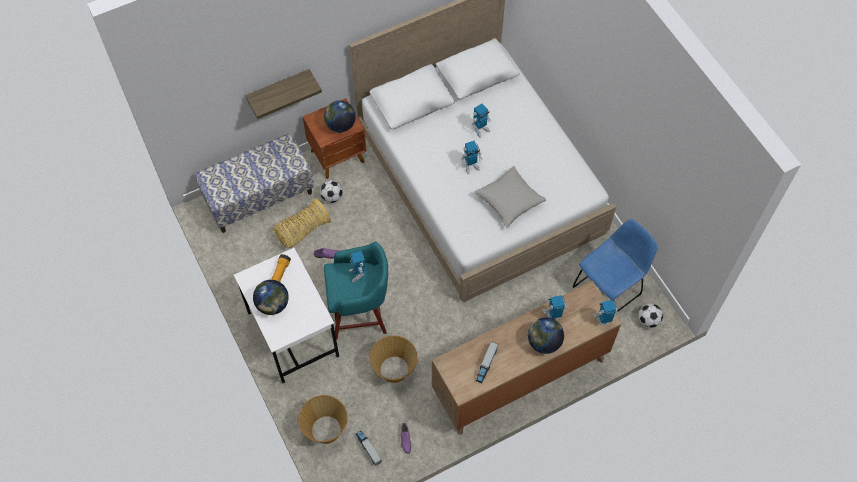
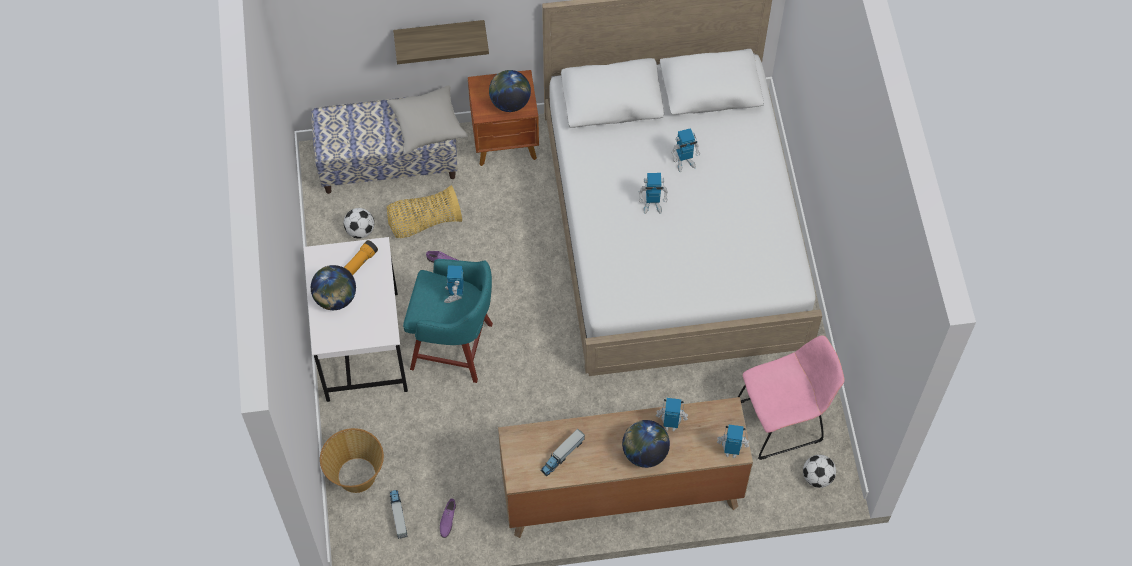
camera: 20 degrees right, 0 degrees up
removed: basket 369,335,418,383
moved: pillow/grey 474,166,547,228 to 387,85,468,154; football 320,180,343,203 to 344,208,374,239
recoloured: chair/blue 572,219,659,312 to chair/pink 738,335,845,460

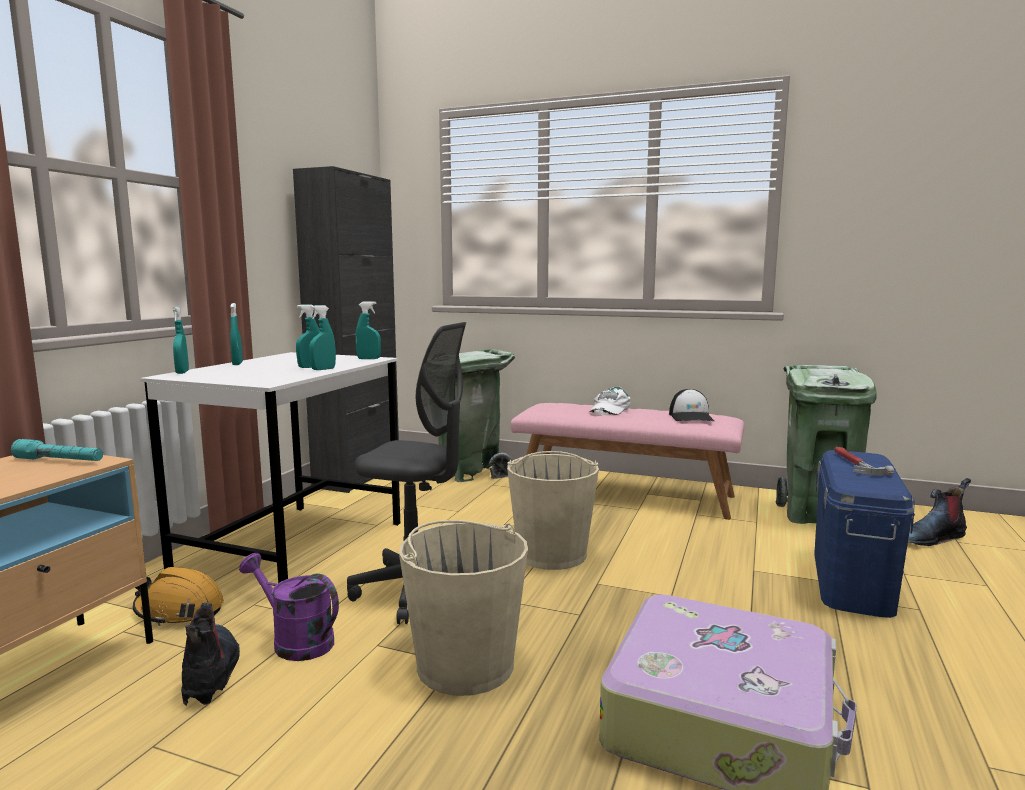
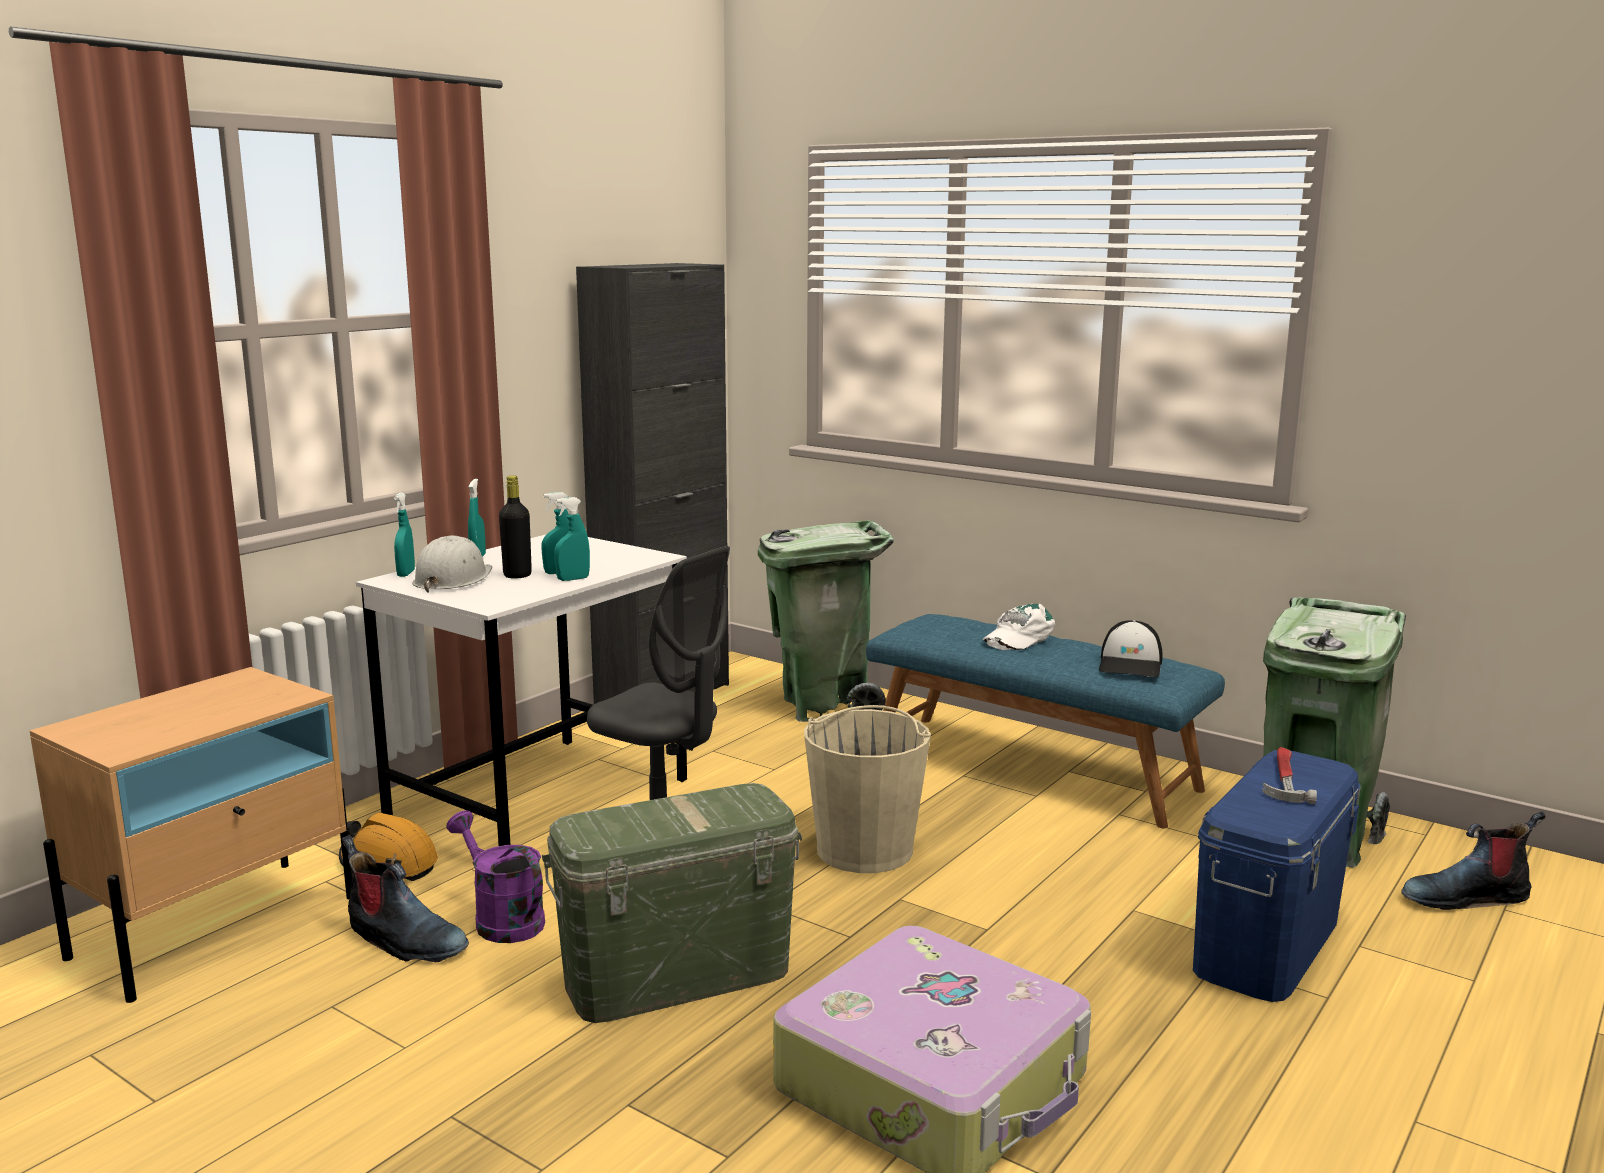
camera: 15 degrees right, 5 degrees up
removed: spray bottle/turquoise 355,301,381,359; flashlight/turquoise 11,439,103,461
added: bottle/black 499,475,532,579; hard hat/white 412,535,492,593
replaced: bucket/beige 399,520,528,696 to storage box/green 542,783,802,1023
recoloured: bench/pink 511,403,744,520 to bench/blue 866,614,1225,828
turned: boot 181,603,240,705 = 342,835,469,962 120 degrees clockwise

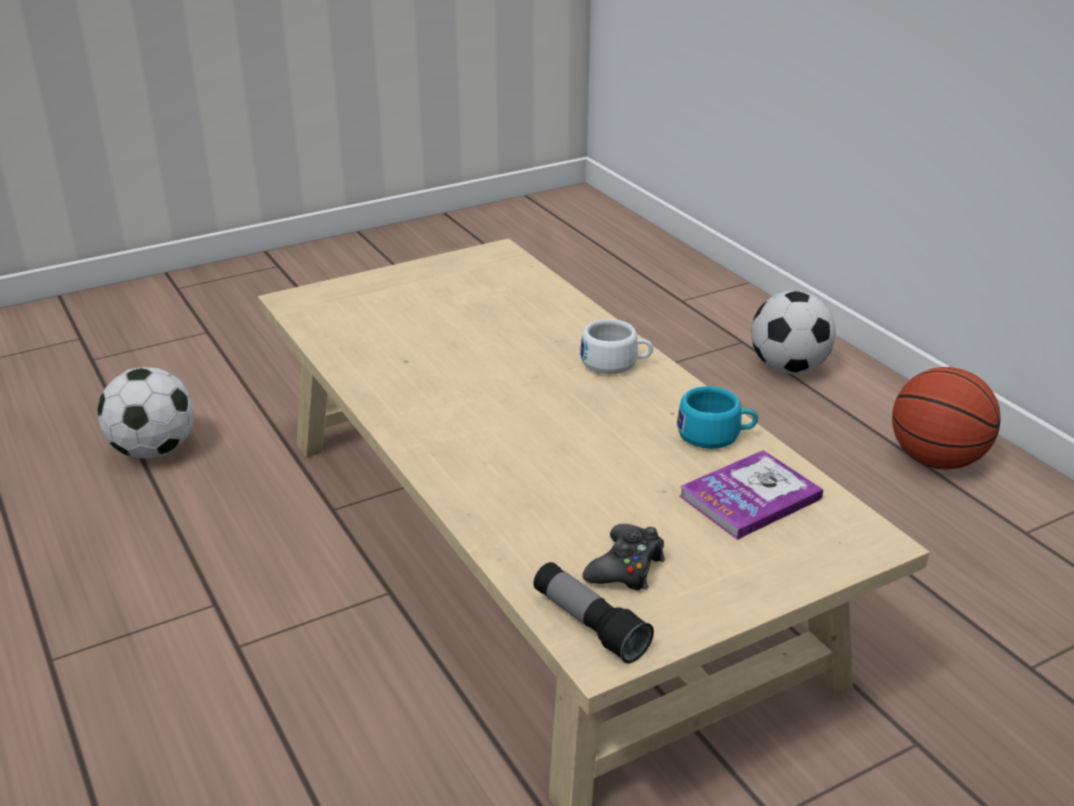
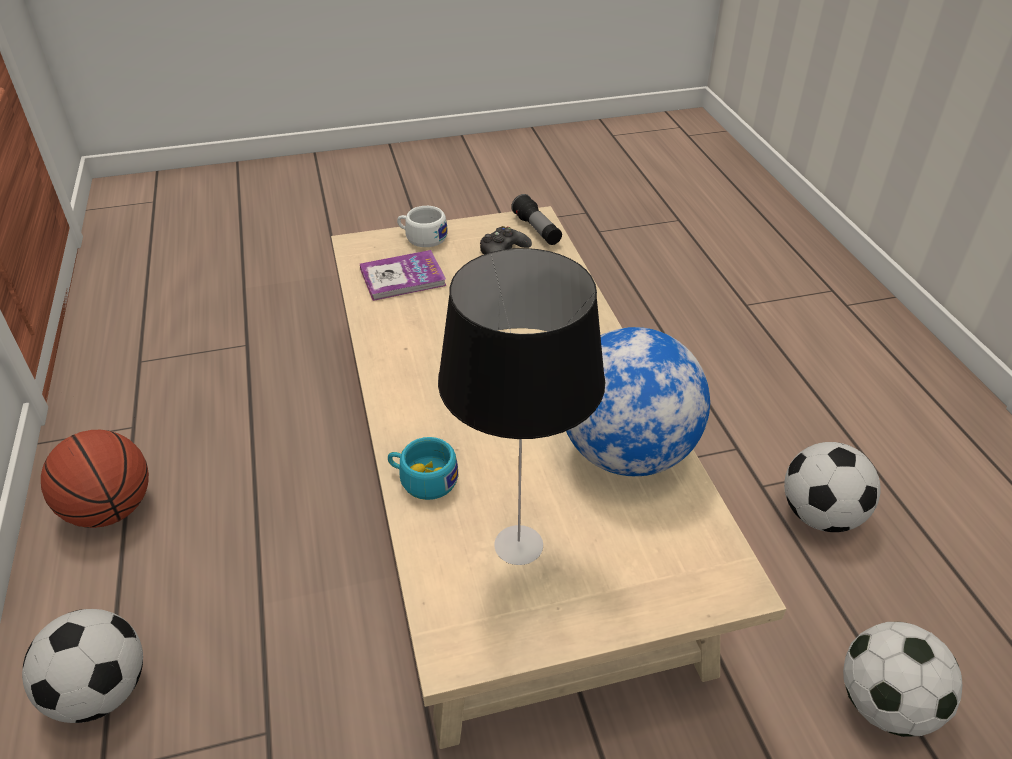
camera: 165 degrees left, 10 degrees up
added: table lamp 438,248,605,565; globe 566,327,710,476; football 784,442,881,532
moved: cup/white 580,319,653,374 to 397,206,448,247; cup/turquoise 677,386,758,449 to 388,437,458,500

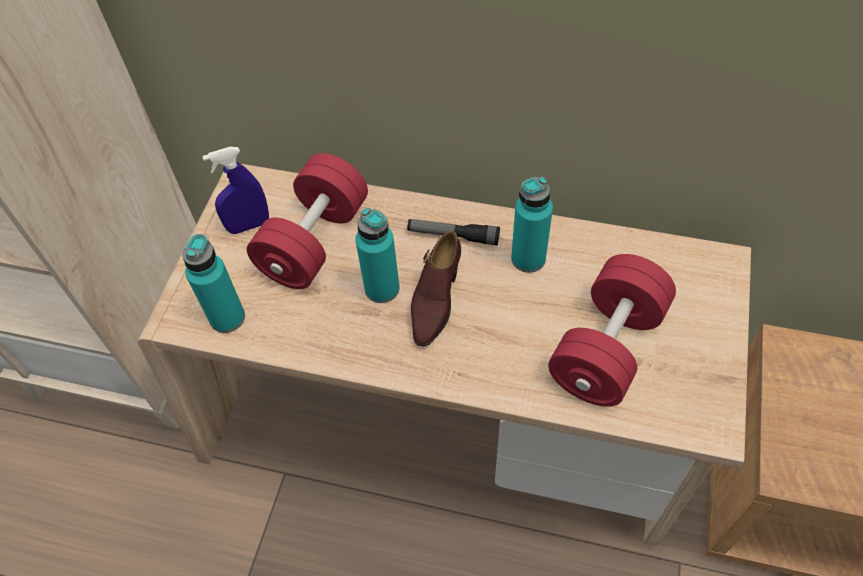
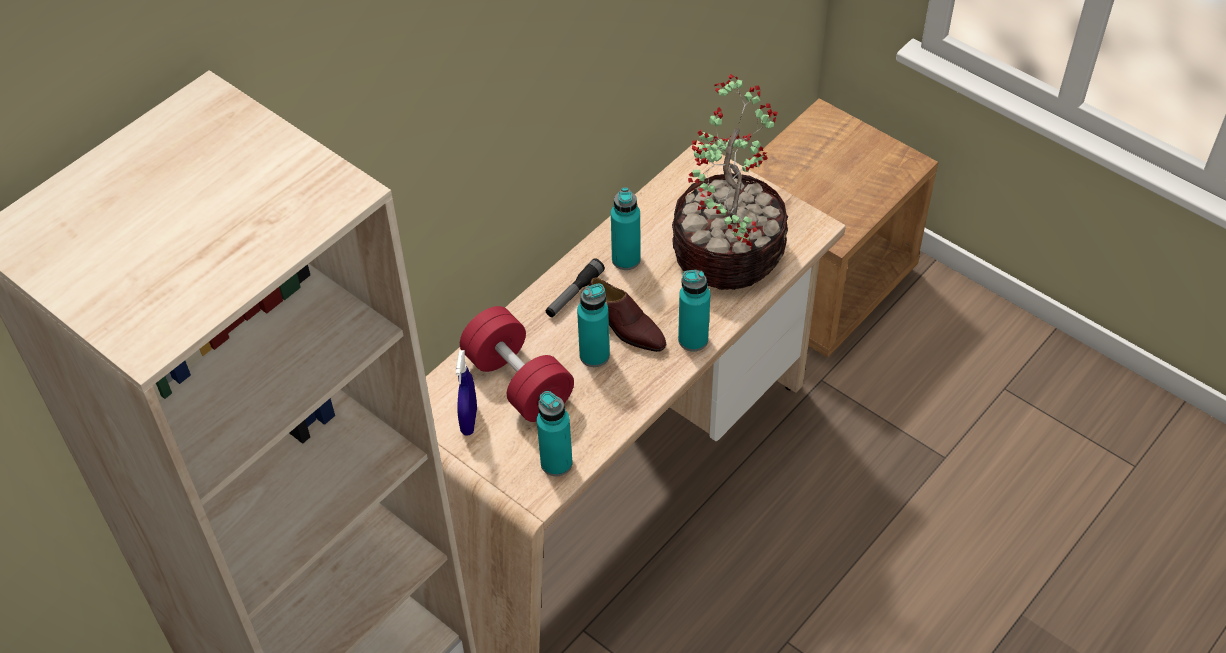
camera: 65 degrees left, 5 degrees down
added: bottle/turquoise 678,270,711,351
replaced: dumbbell/red 548,254,676,407 to potted plant 672,74,788,290

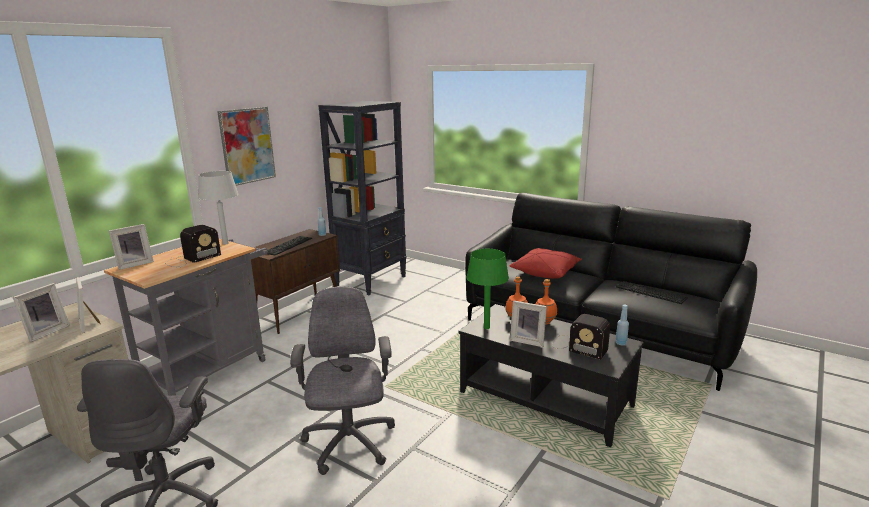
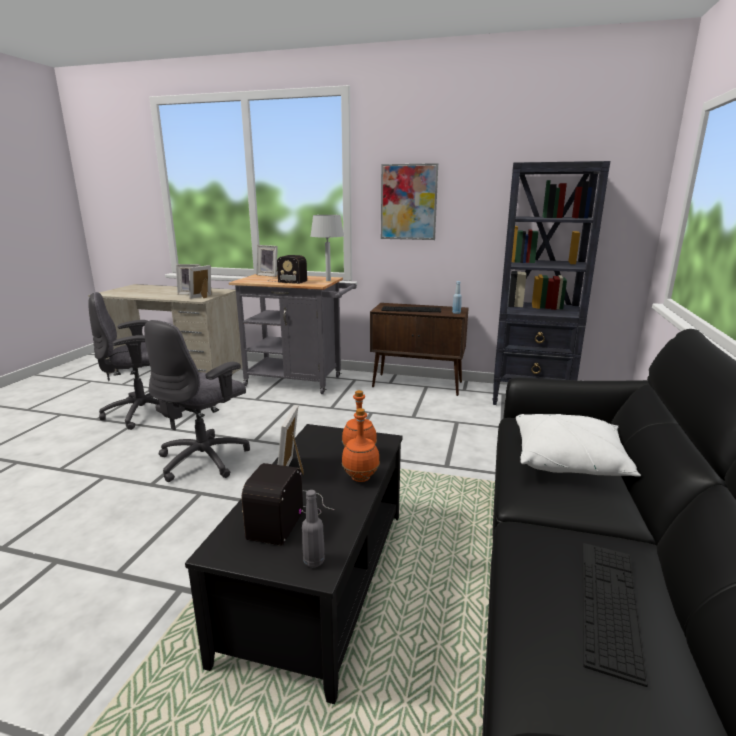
camera: 70 degrees right, 0 degrees up
removed: table lamp/green 466,249,509,329
recoloured: pillow/red 510,248,582,279 to pillow/white 516,414,641,477; bottle/blue 615,305,629,346 to bottle/grey 302,490,325,567
turned: office chair/grey 290,286,395,475 = 144,320,250,482 150 degrees clockwise

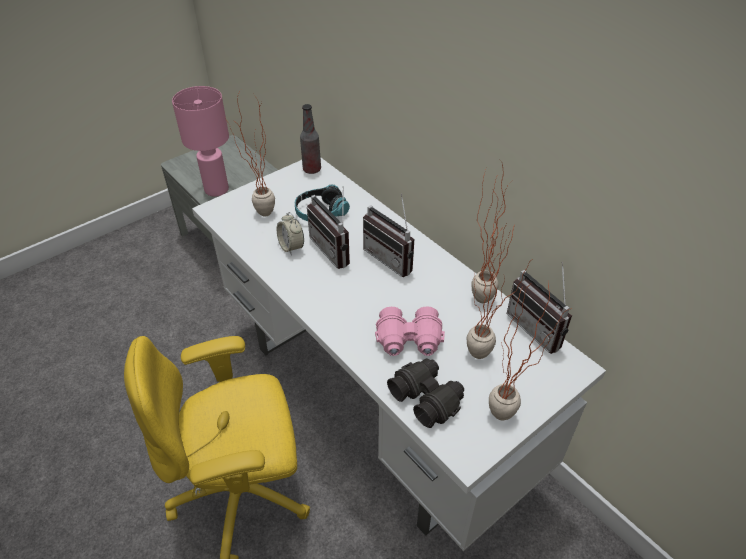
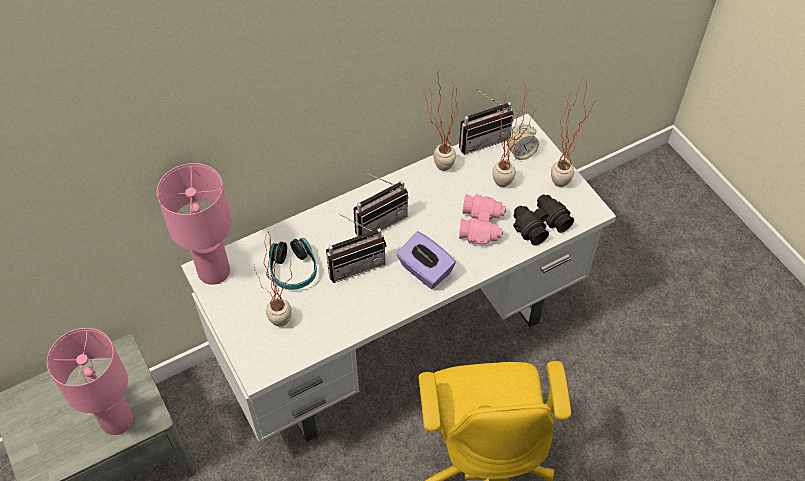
camera: 80 degrees left, 10 degrees up
added: tissue box/purple 396,231,456,289
moved: alarm clock 277,212,304,255 to 507,125,539,160
replaced: bottle 300,104,321,174 to table lamp/pink 157,163,232,285

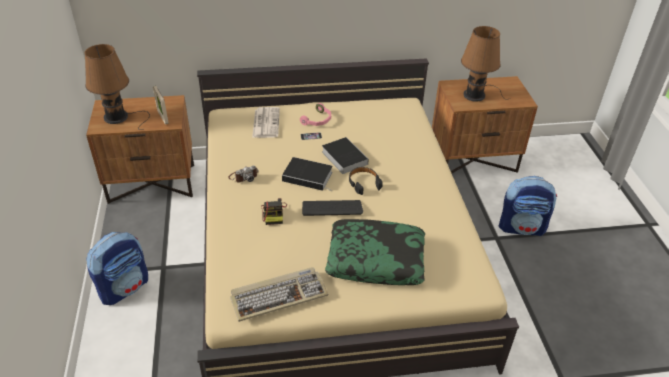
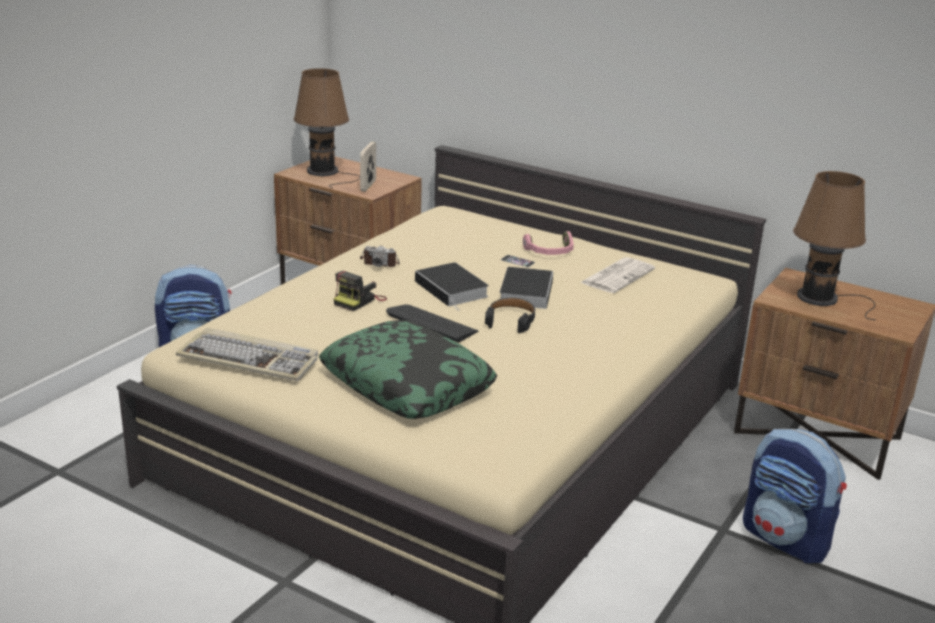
camera: 40 degrees right, 15 degrees down
moved: newspaper 252,107,280,138 to 580,257,655,293

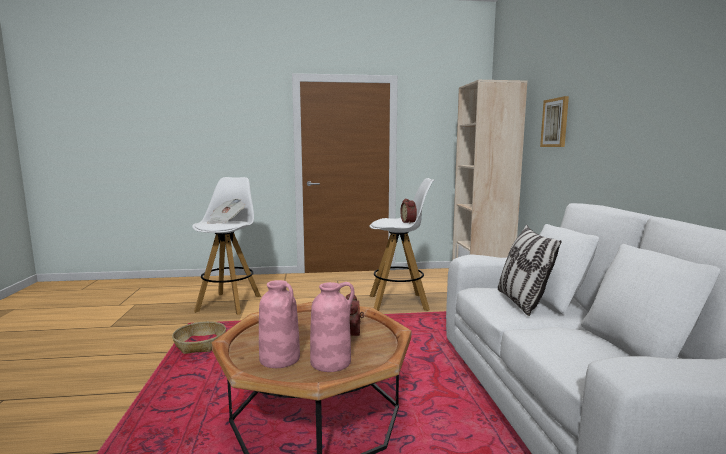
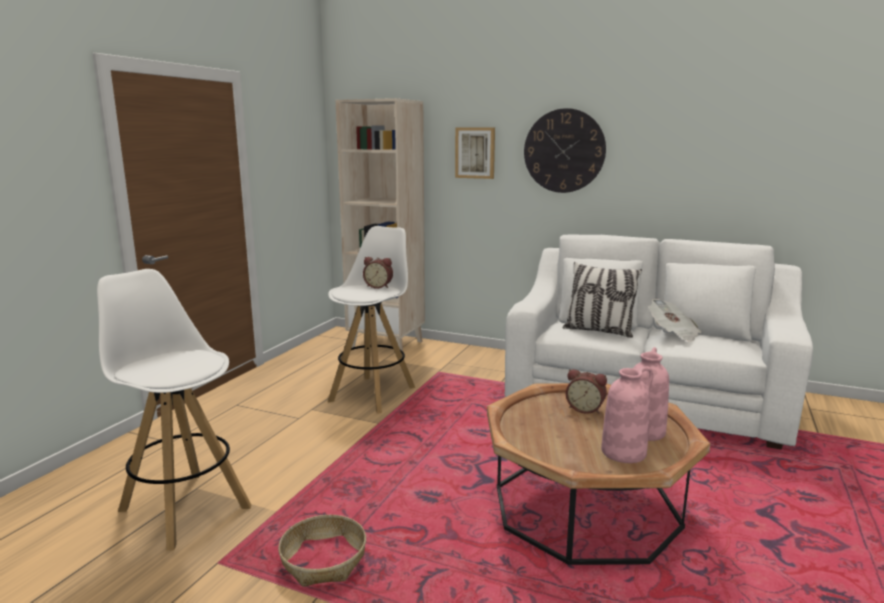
camera: 60 degrees left, 5 degrees up
added: wall clock 524,108,606,193
moved: newspaper 207,199,245,224 to 648,299,702,342

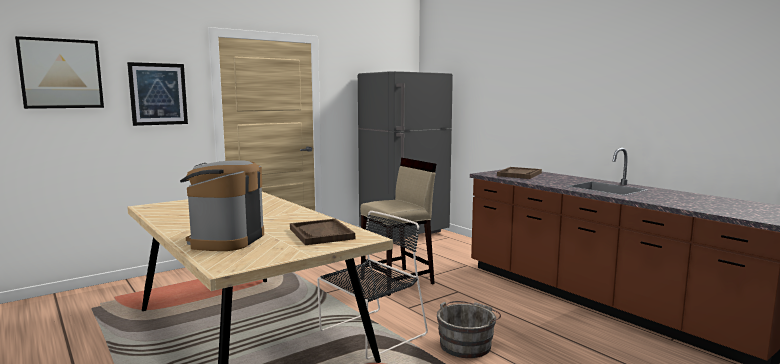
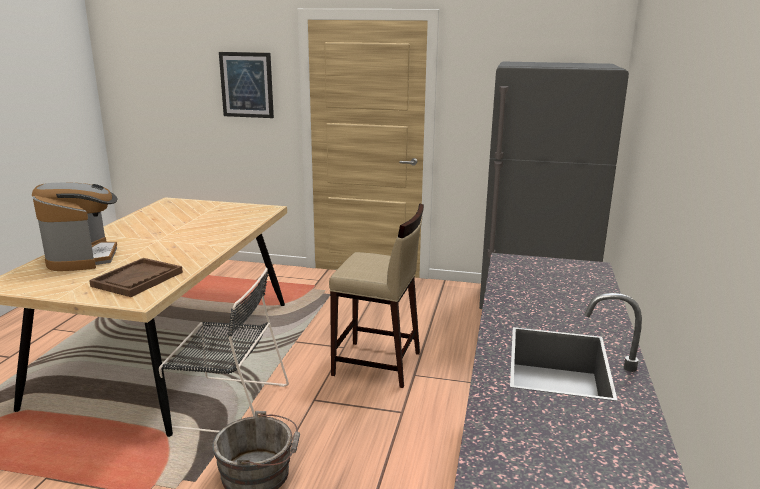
camera: 50 degrees right, 10 degrees up
removed: picture 15,36,104,109; tray/brown 497,167,542,179
turned: coffee machine 180,161,264,251 = 32,183,118,271 105 degrees clockwise

